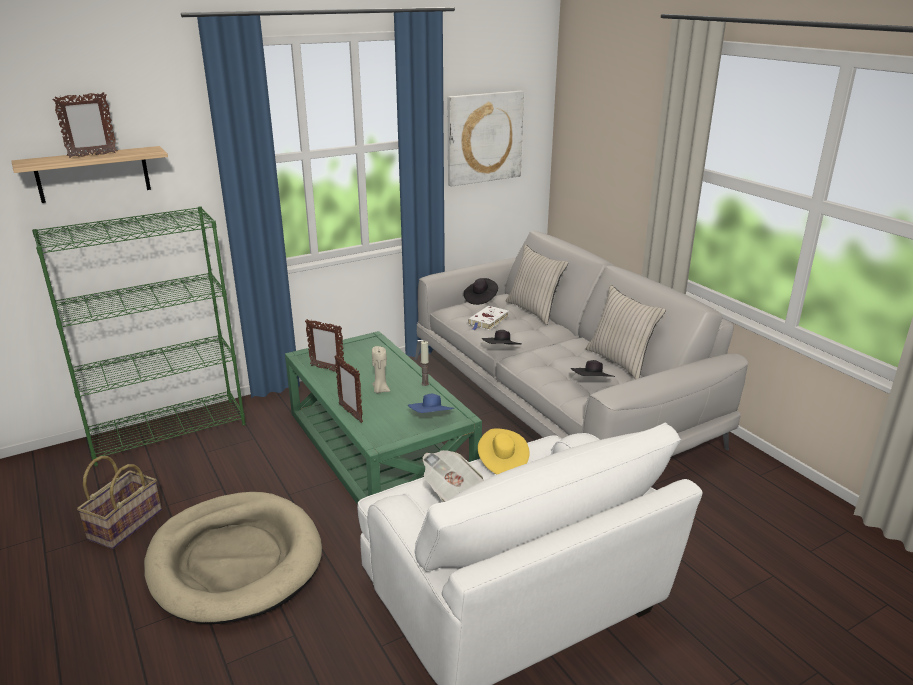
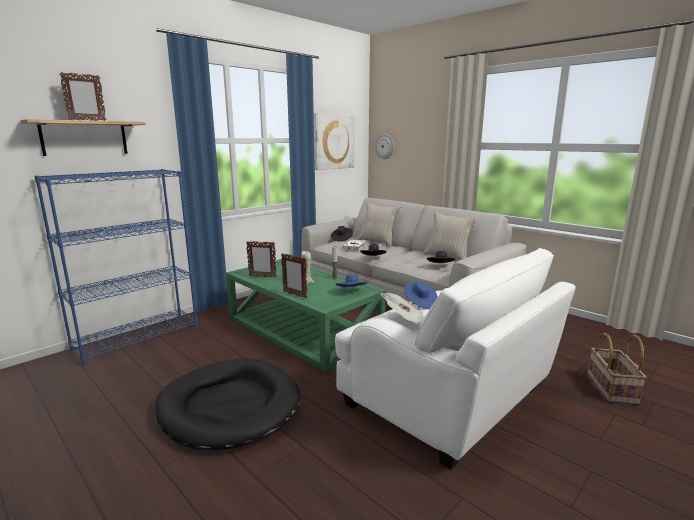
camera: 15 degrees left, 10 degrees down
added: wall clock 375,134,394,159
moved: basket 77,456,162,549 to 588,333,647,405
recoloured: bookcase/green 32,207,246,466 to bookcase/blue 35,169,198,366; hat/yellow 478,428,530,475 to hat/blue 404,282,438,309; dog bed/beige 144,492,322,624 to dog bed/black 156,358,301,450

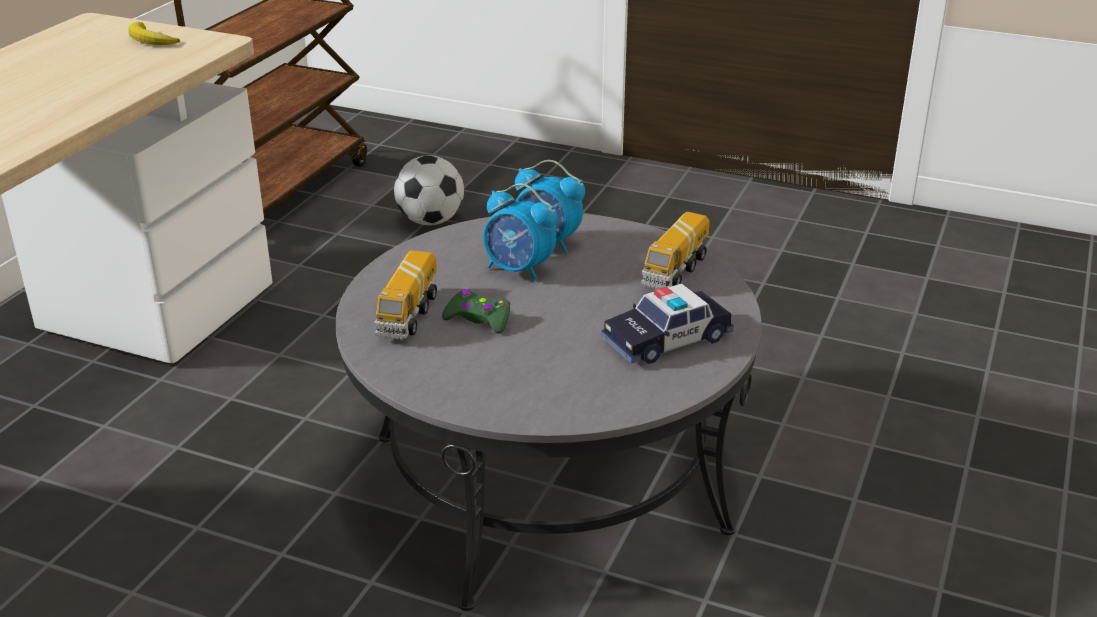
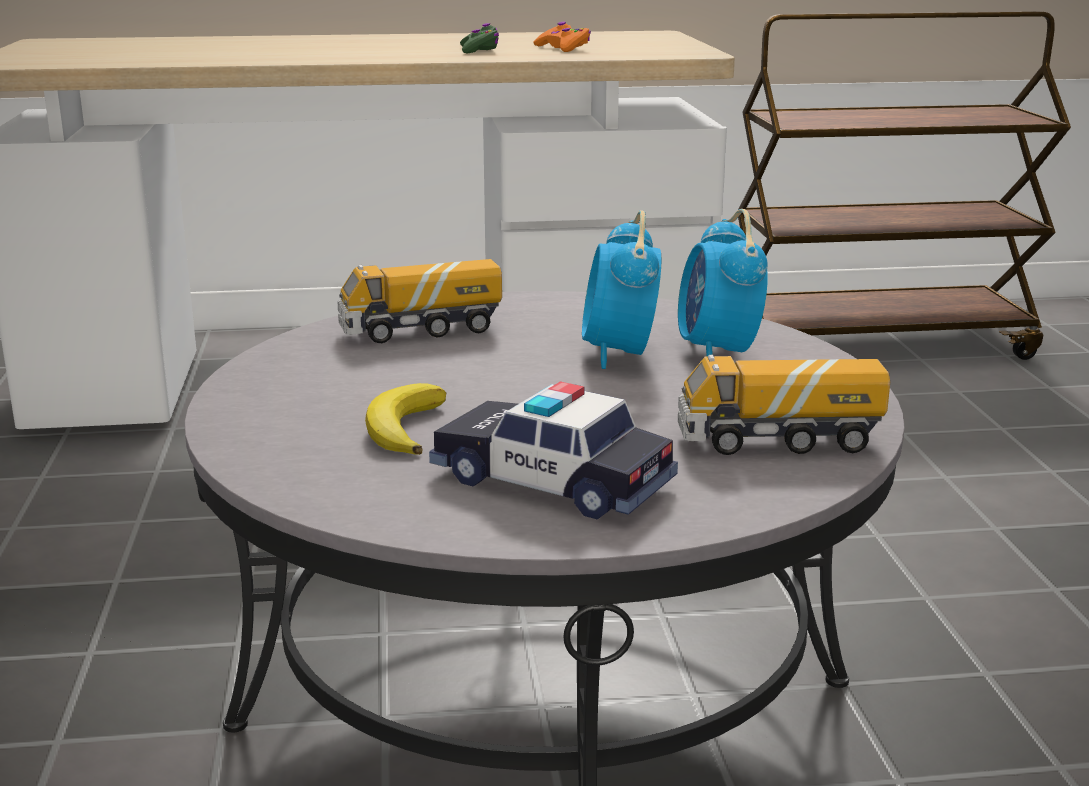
camera: 60 degrees right, 10 degrees down
removed: football 394,155,464,225
added: game controller/orange 533,22,591,52
moved: banana 128,22,180,45 to 365,383,446,455; game controller/green 442,289,510,334 to 460,23,499,54

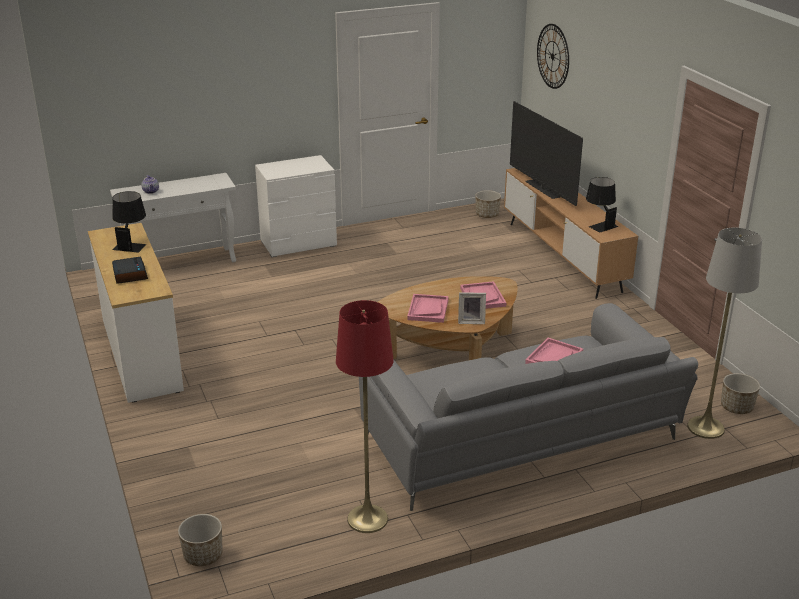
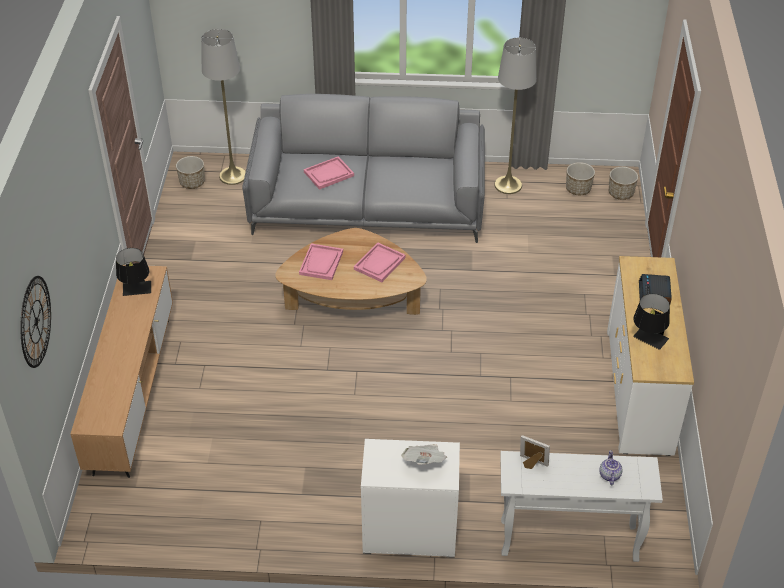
camera: 155 degrees left, 15 degrees up
removed: television 510,101,583,206
added: newspaper 401,444,447,465
moved: planter 475,190,501,218 to 566,162,595,195; picture frame 458,292,486,324 to 520,435,550,469
recoloured: floor lamp/red 336,300,394,533 to floor lamp/grey 494,38,537,194

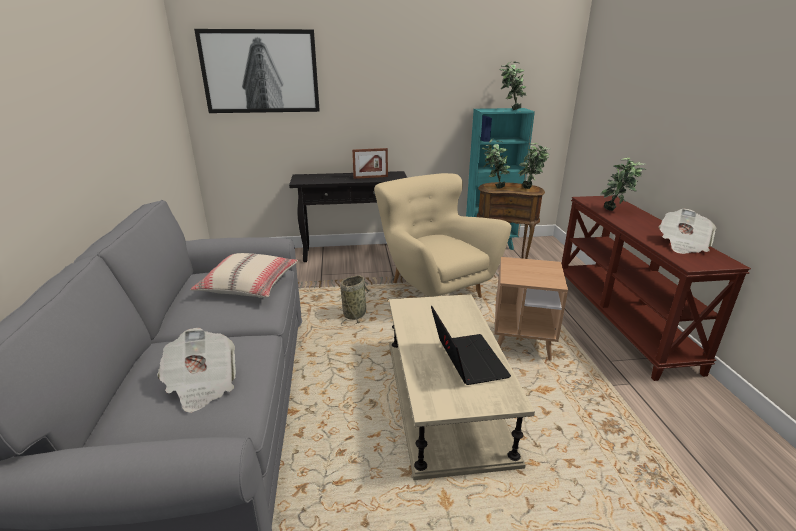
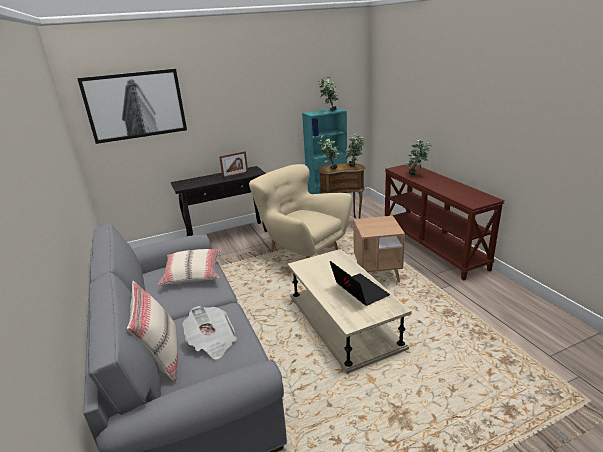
camera: 15 degrees left, 0 degrees up
removed: newspaper 659,209,716,254; basket 340,275,369,326
added: pillow/beige 127,281,178,382

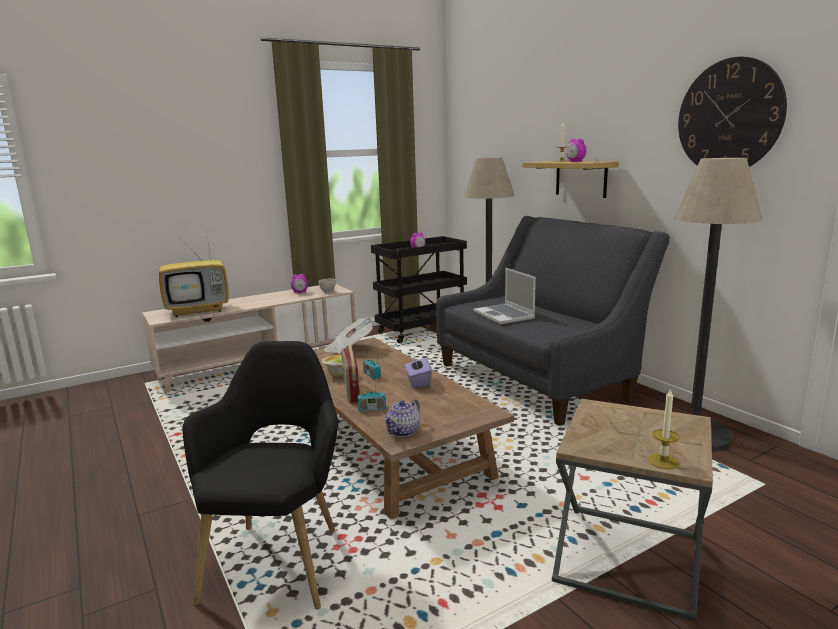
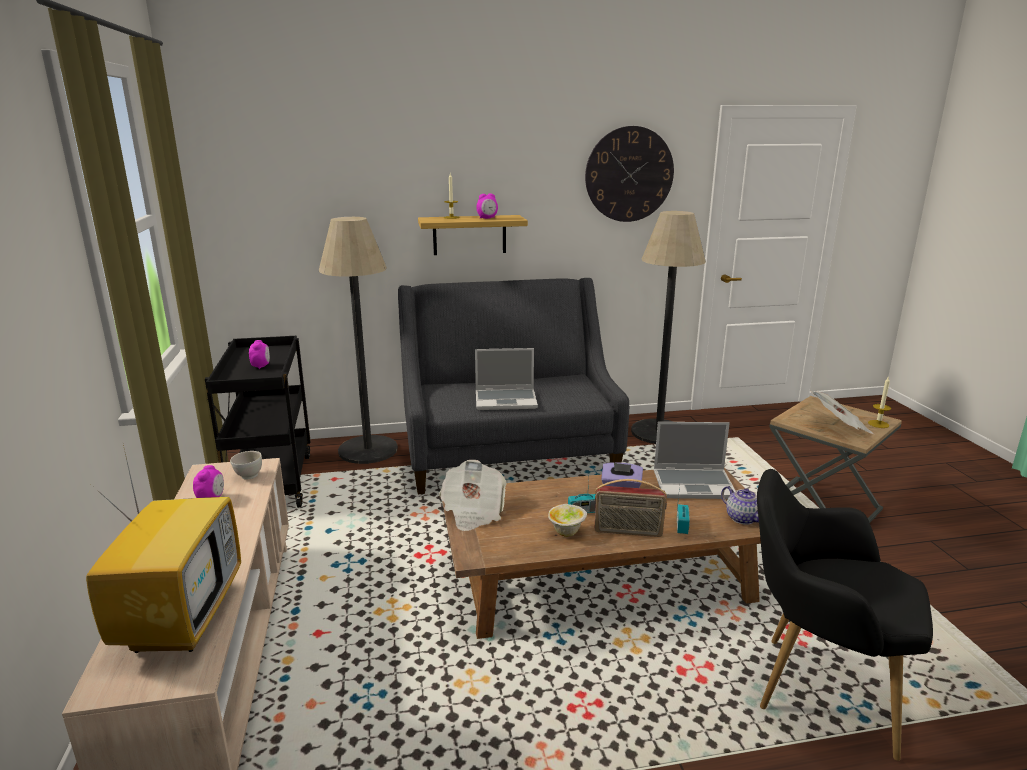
camera: 70 degrees left, 5 degrees up
added: newspaper 810,391,874,434; laptop 654,422,735,499

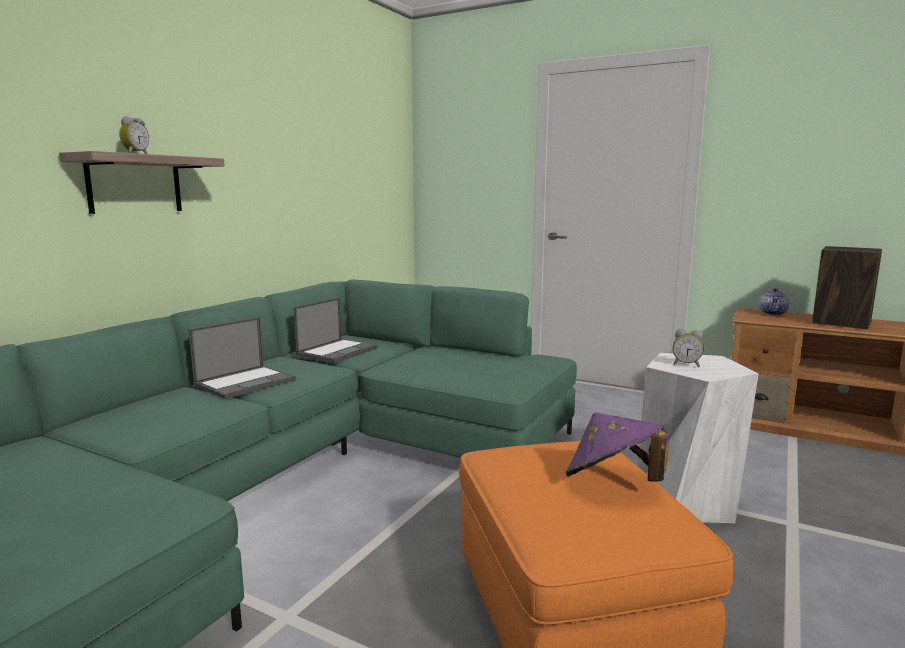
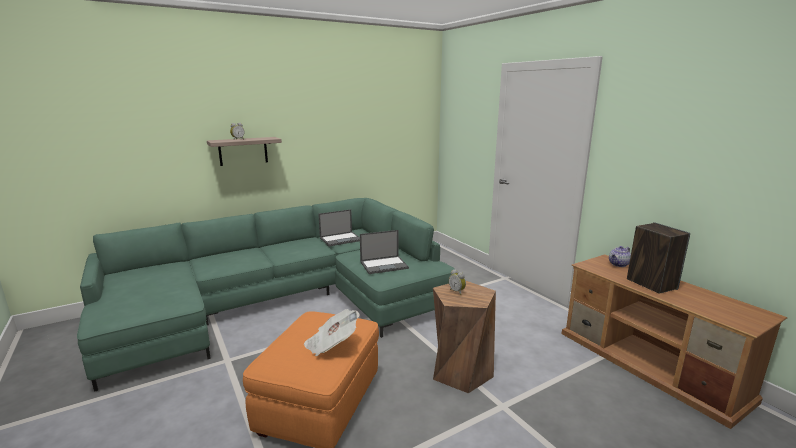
camera: 30 degrees right, 5 degrees up
moved: laptop 188,317,296,399 to 360,230,409,274
replaced: hat/purple 566,412,669,482 to newspaper 304,309,360,356
recoloured: stool/white 637,353,759,523 to stool/brown 433,281,496,393

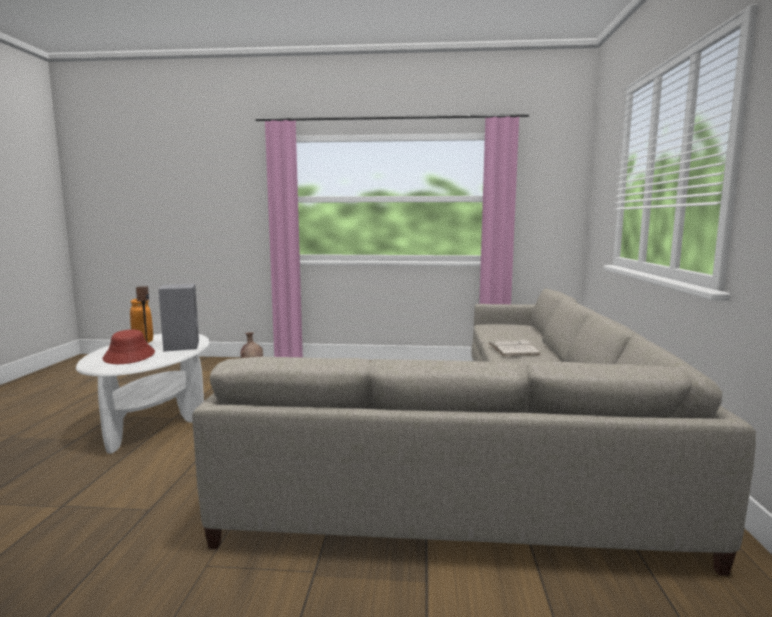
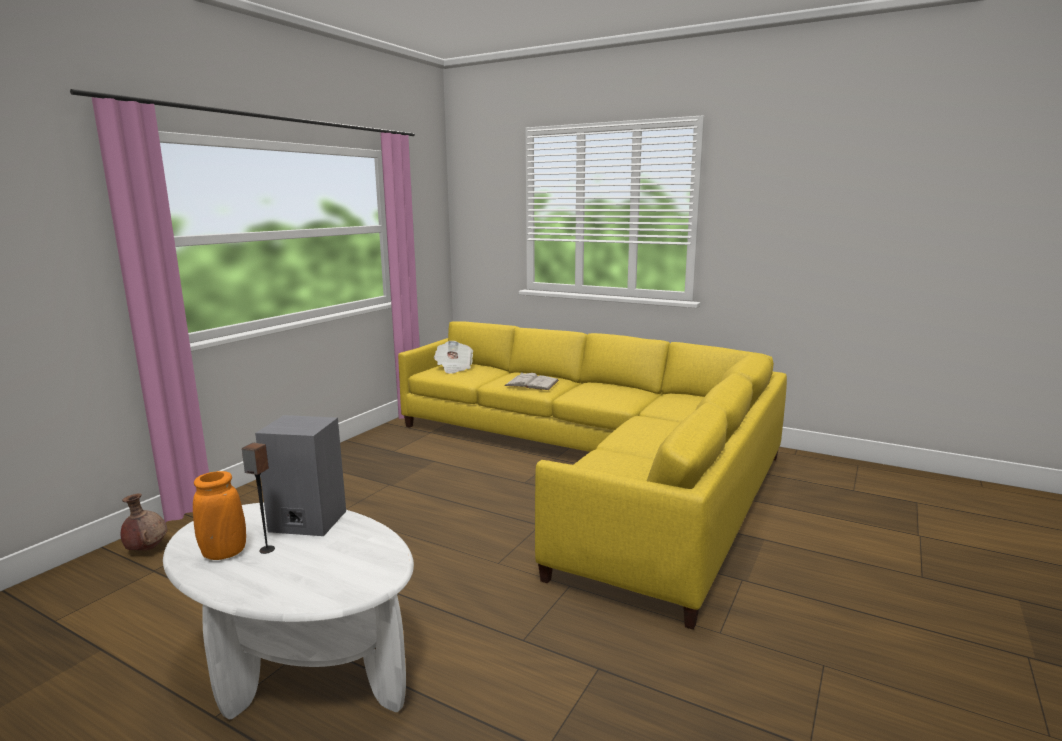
camera: 65 degrees left, 5 degrees up
removed: hat/red 103,329,155,364
added: newspaper 434,341,473,374
recoloured: sofa/grey 192,288,756,576 to sofa/yellow 398,321,787,630

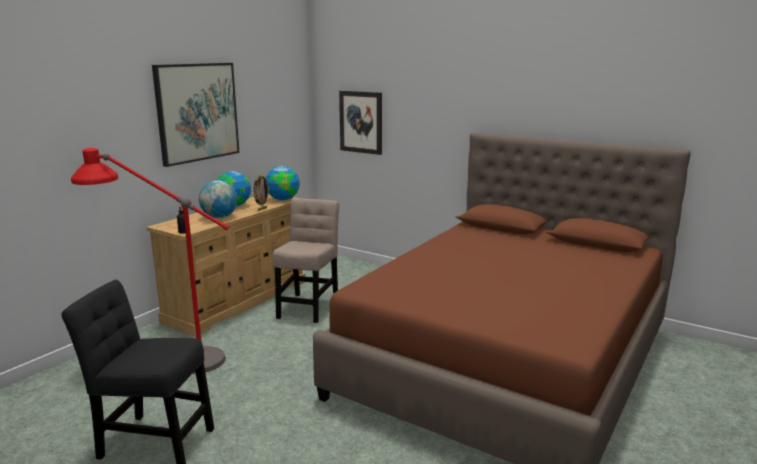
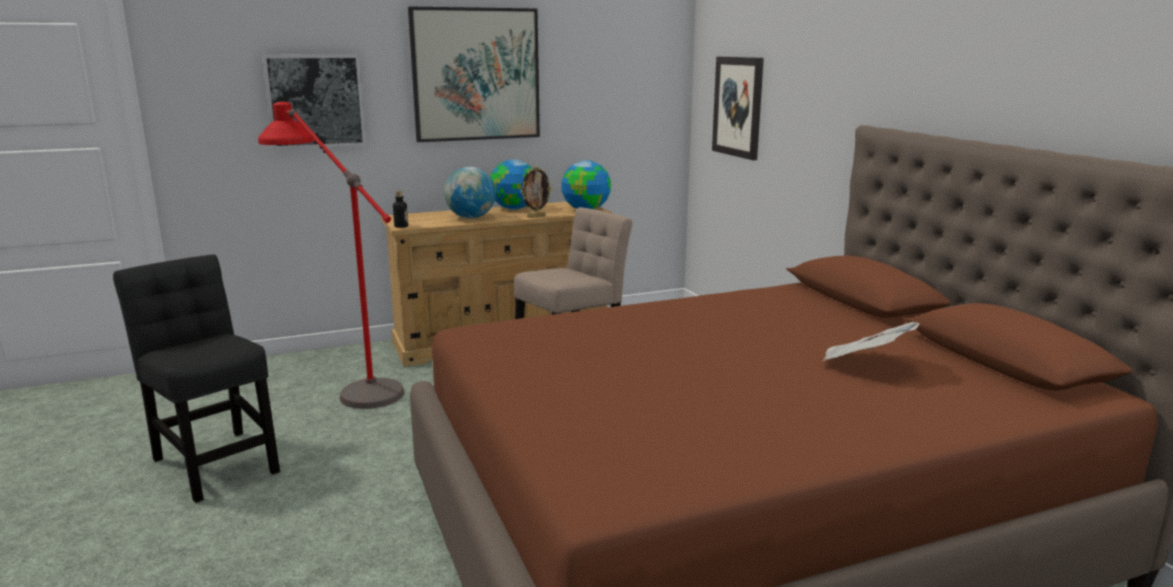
camera: 35 degrees right, 0 degrees up
added: picture 262,54,366,149; newspaper 822,322,920,361

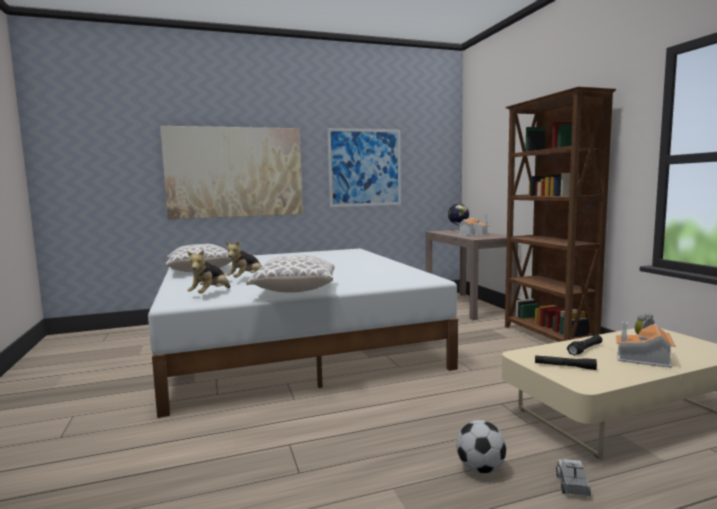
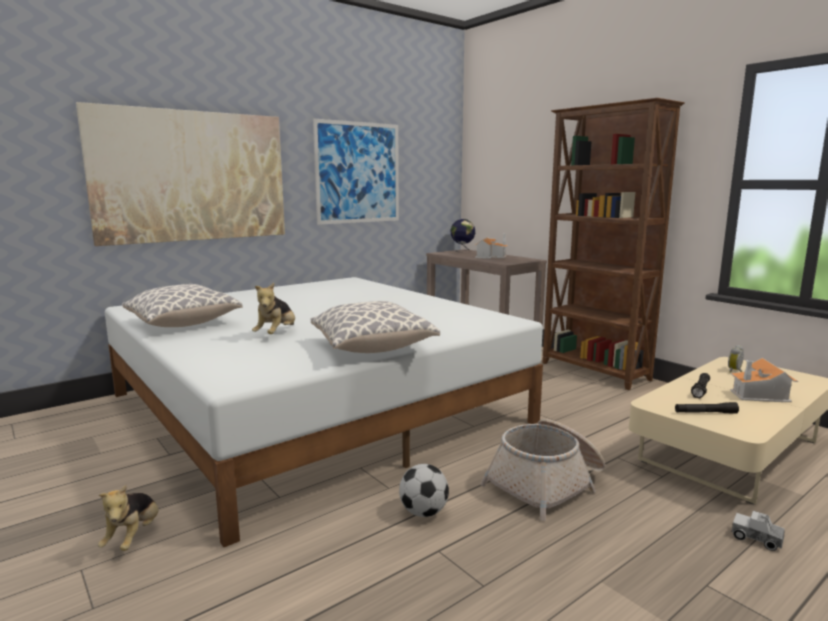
camera: 20 degrees left, 5 degrees up
added: basket 480,419,605,521
moved: plush toy 187,250,230,293 to 98,485,159,551; football 456,420,506,474 to 399,464,449,517
turned: toy truck 556,459,591,496 = 732,511,785,551 45 degrees counterclockwise

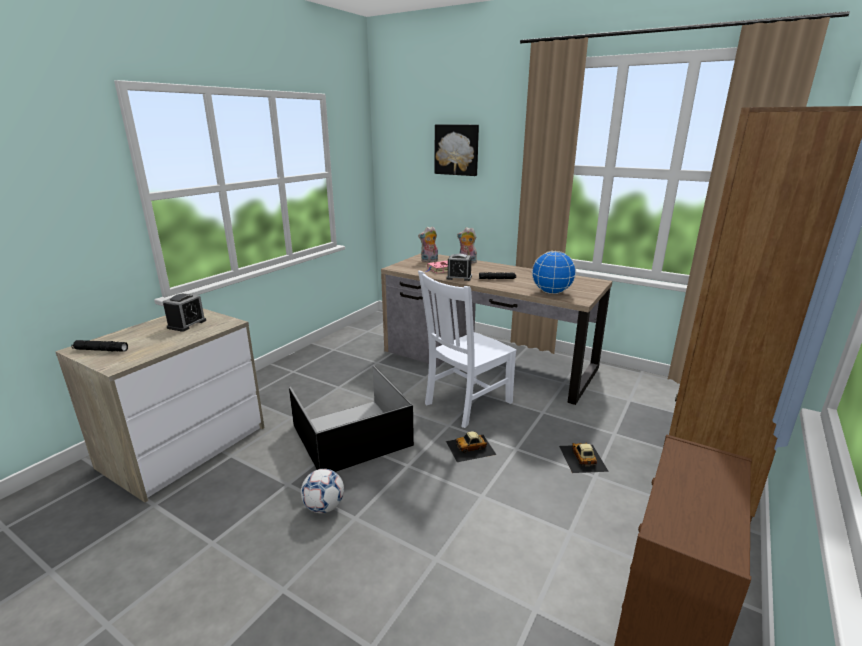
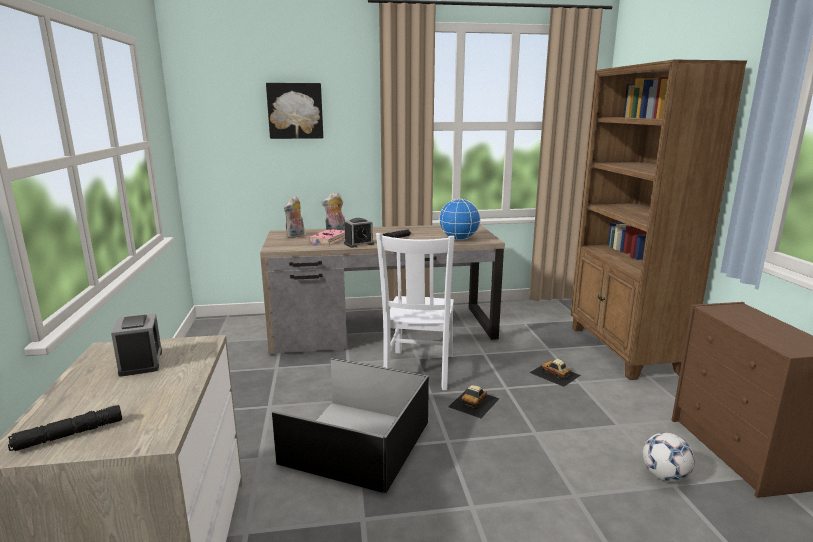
camera: 40 degrees left, 5 degrees down
moved: football 301,469,344,513 to 643,432,695,482

